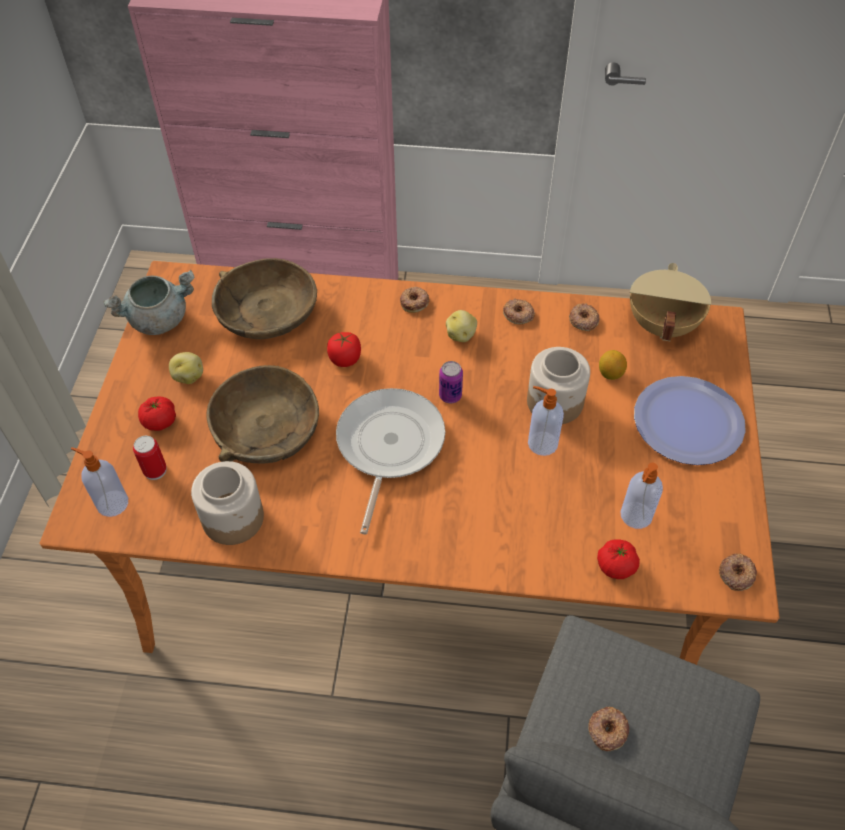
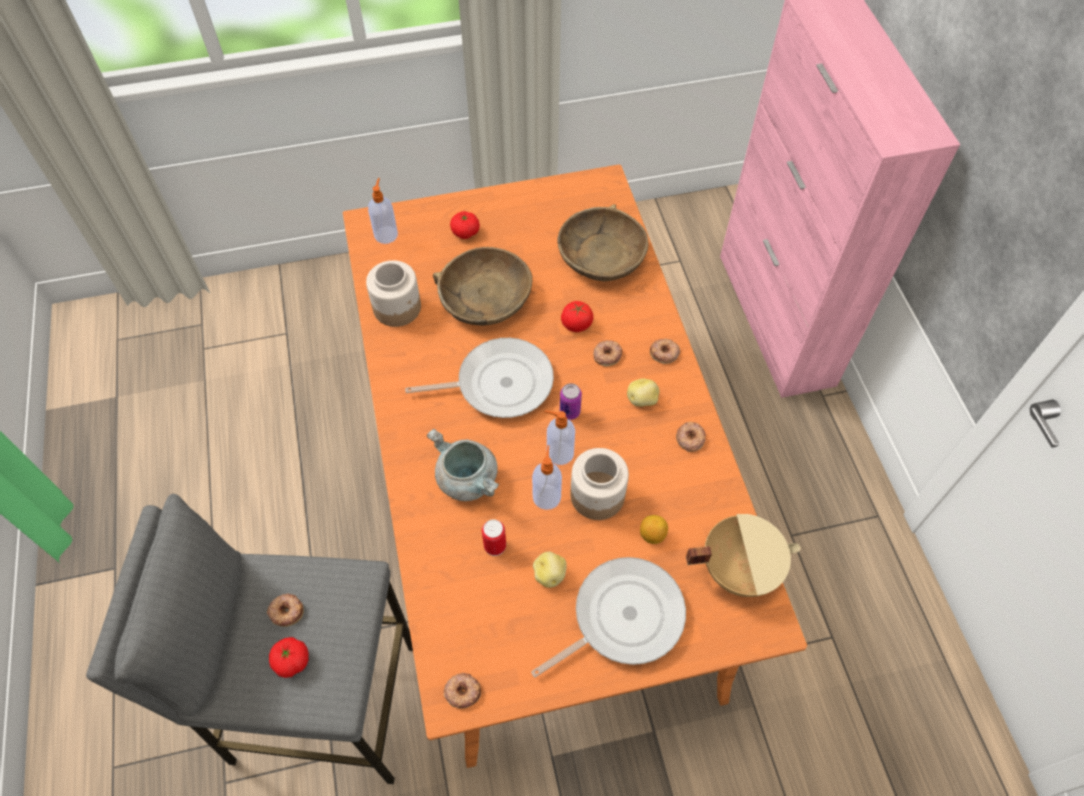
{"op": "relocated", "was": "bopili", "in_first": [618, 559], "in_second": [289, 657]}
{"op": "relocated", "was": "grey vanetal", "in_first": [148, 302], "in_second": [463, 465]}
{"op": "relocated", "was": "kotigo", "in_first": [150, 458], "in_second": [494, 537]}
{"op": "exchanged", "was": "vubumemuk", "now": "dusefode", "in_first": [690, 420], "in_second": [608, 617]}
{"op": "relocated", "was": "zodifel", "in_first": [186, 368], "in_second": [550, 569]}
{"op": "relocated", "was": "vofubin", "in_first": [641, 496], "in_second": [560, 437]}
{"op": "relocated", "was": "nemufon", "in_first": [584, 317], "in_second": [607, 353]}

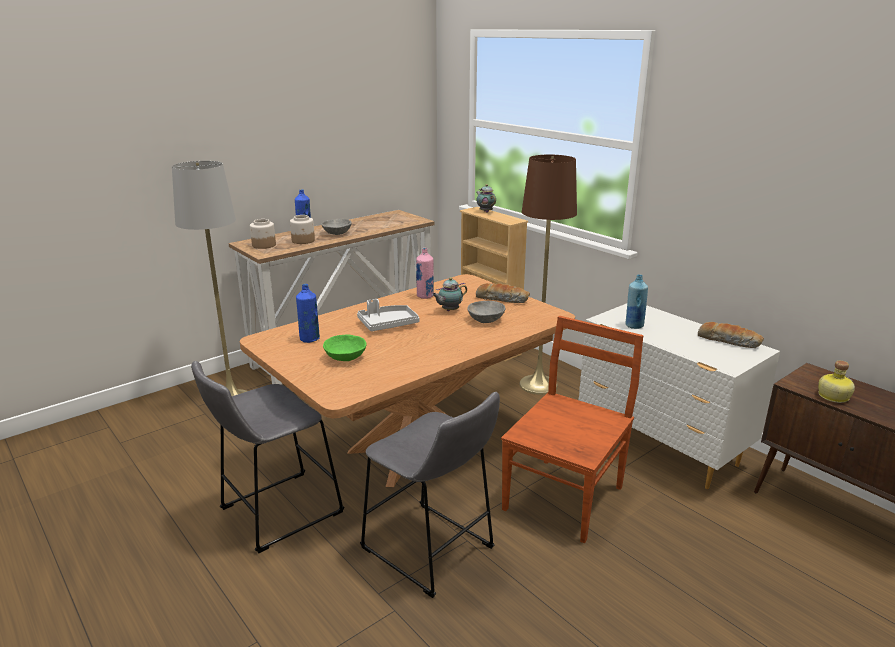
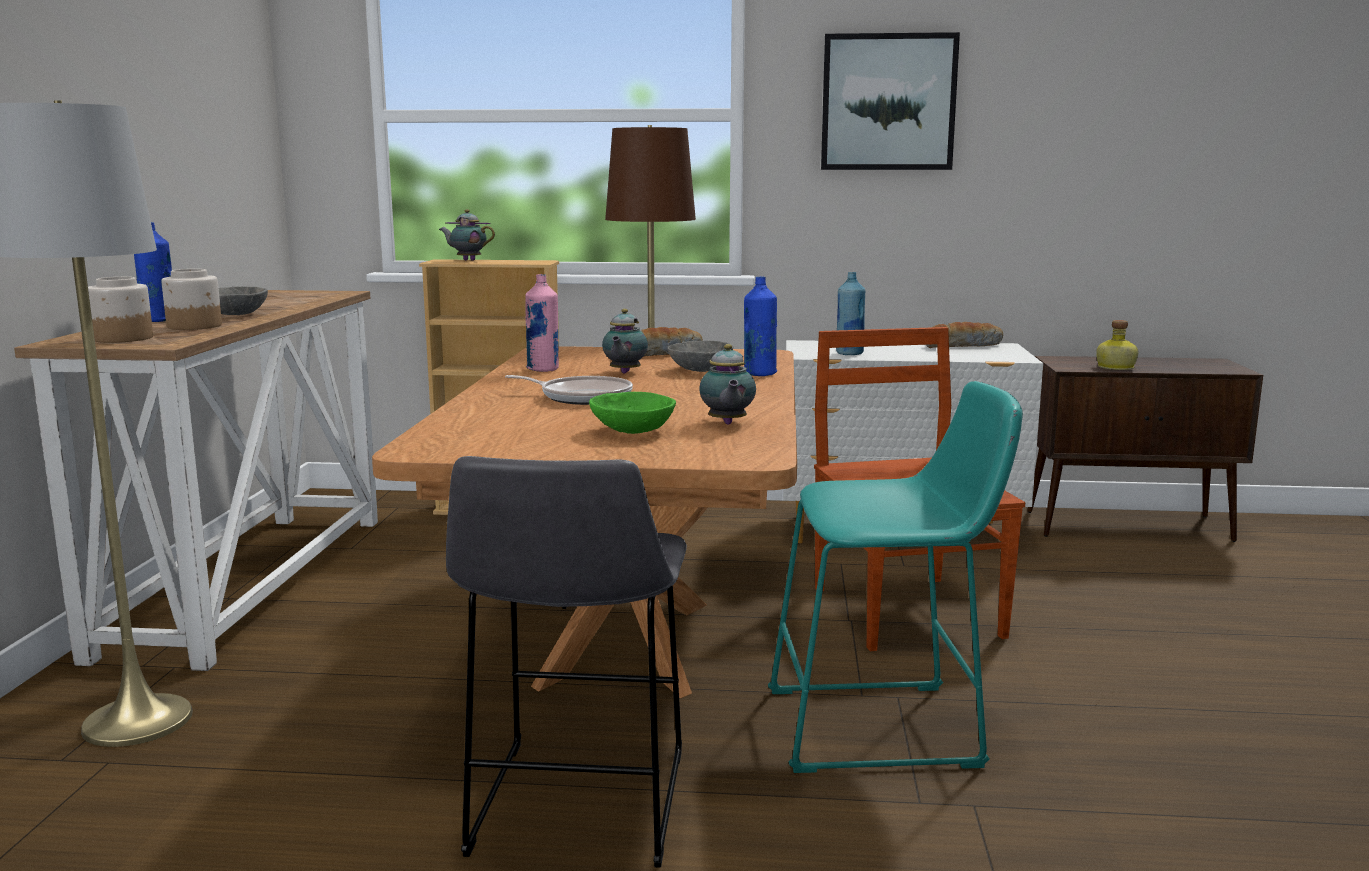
{"op": "exchanged", "was": "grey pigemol", "now": "dusefode", "in_first": [388, 315], "in_second": [569, 390]}
{"op": "appeared", "now": "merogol", "in_second": [727, 384]}
{"op": "relocated", "was": "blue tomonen", "in_first": [308, 313], "in_second": [760, 326]}
{"op": "colour", "was": "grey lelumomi", "now": "turquoise lelumomi", "in_first": [430, 495], "in_second": [895, 577]}
{"op": "appeared", "now": "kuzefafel", "in_second": [890, 101]}

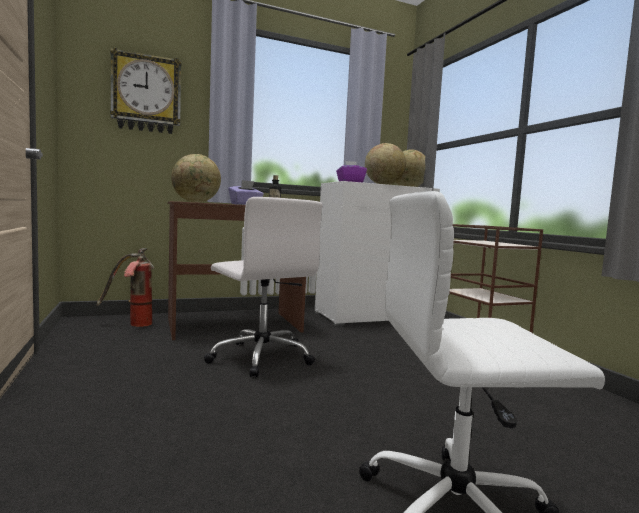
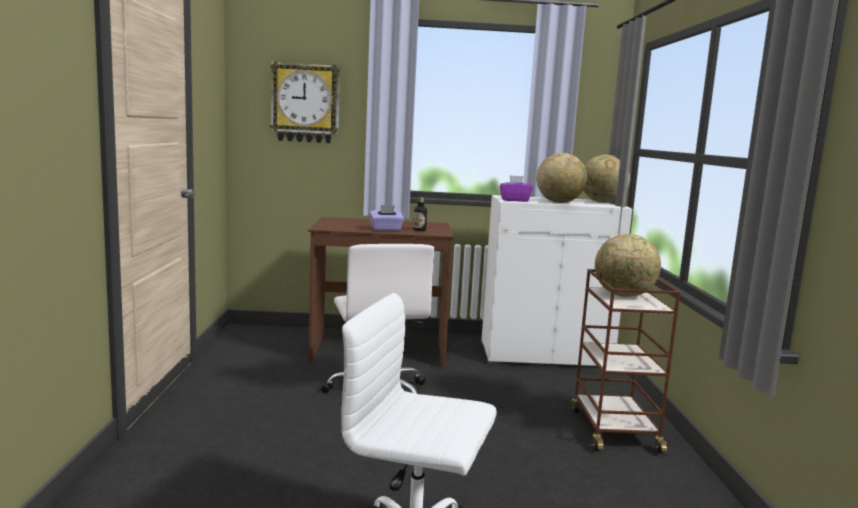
{"op": "relocated", "was": "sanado", "in_first": [196, 178], "in_second": [628, 265]}
{"op": "missing", "was": "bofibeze", "in_first": [125, 287]}

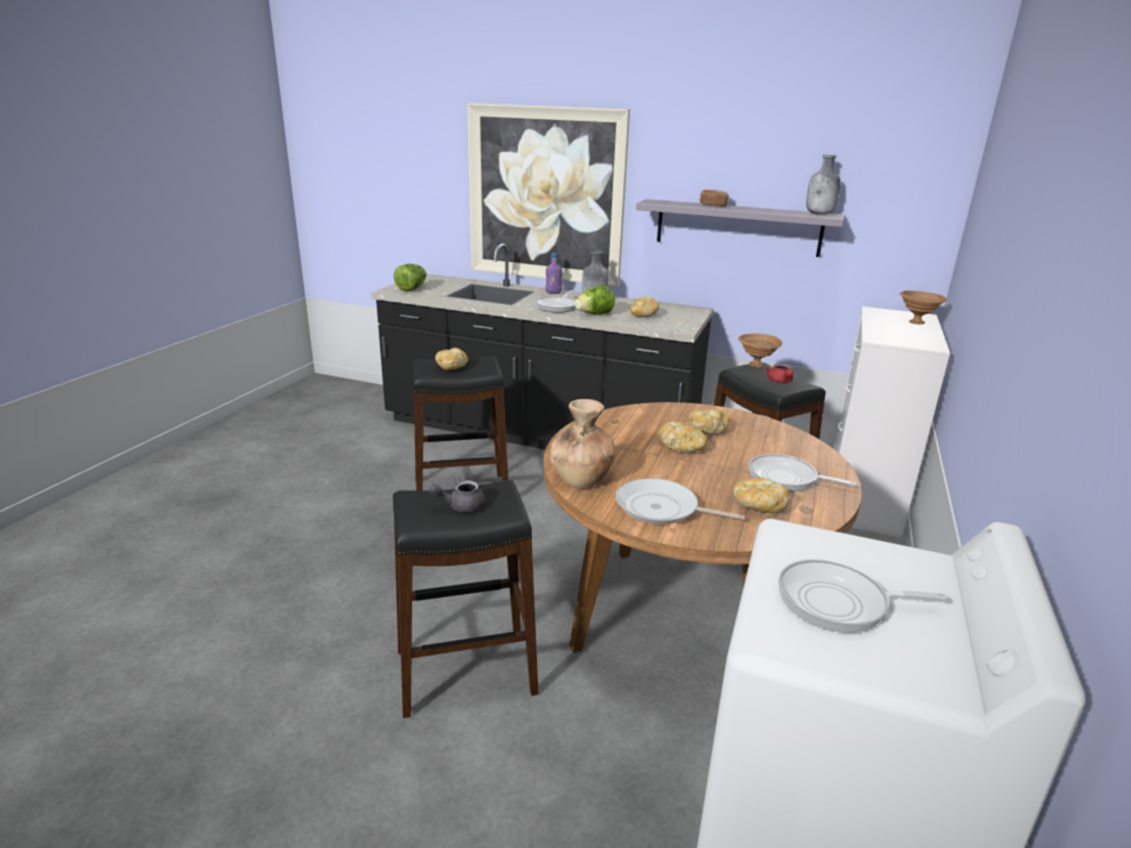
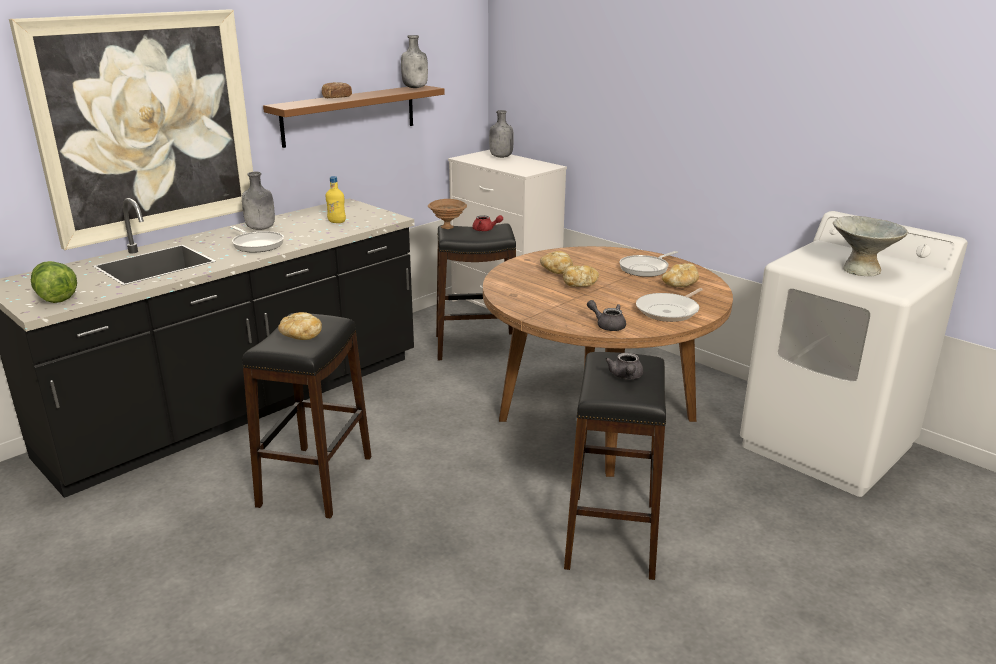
{"op": "colour", "was": "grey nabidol", "now": "brown nabidol", "in_first": [740, 228], "in_second": [354, 116]}
{"op": "exchanged", "was": "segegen", "now": "yellow tomonen", "in_first": [644, 306], "in_second": [336, 199]}
{"op": "exchanged", "was": "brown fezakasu", "now": "grey tomonen", "in_first": [923, 307], "in_second": [501, 134]}
{"op": "exchanged", "was": "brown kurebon", "now": "grey merogol", "in_first": [582, 443], "in_second": [606, 315]}
{"op": "exchanged", "was": "dusefode", "now": "grey fezakasu", "in_first": [863, 596], "in_second": [870, 246]}
{"op": "missing", "was": "purple tomonen", "in_first": [553, 273]}
{"op": "missing", "was": "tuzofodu", "in_first": [595, 300]}

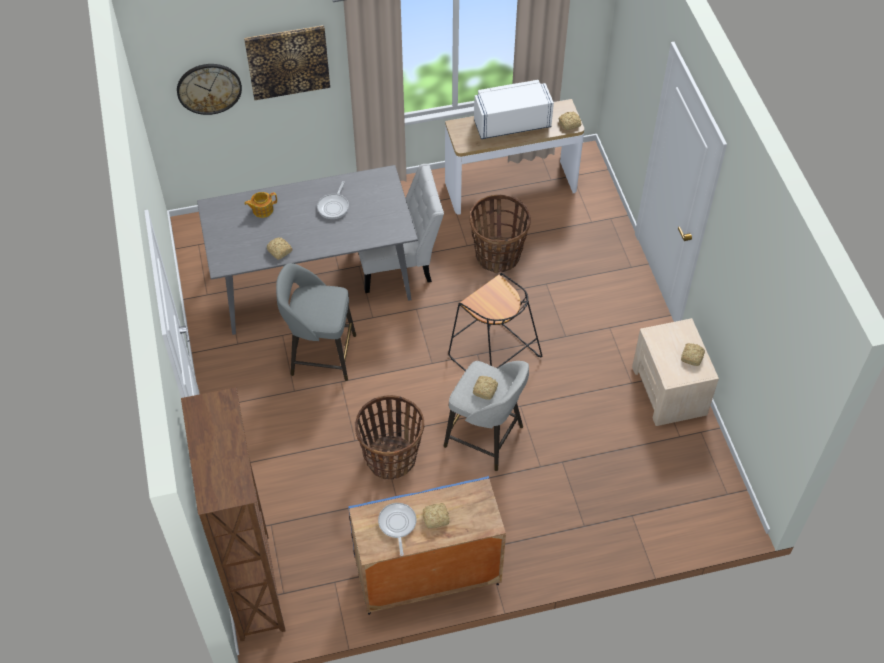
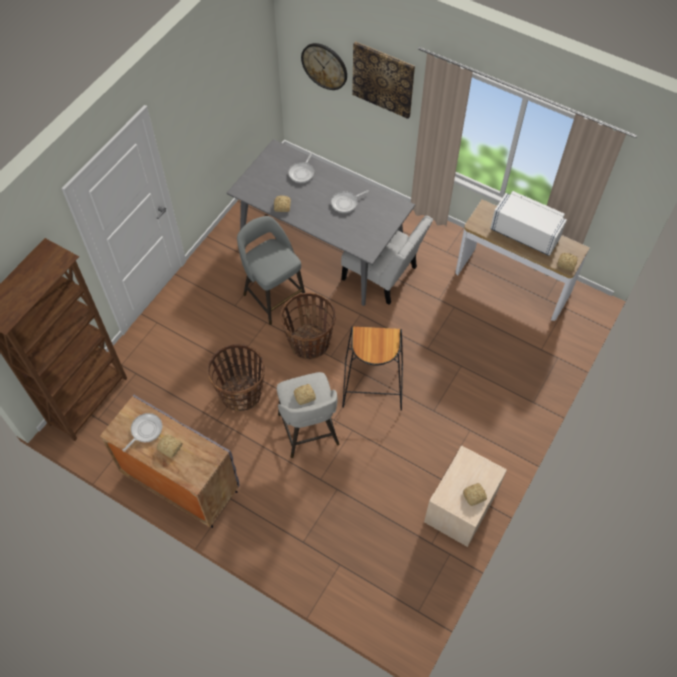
{"op": "colour", "was": "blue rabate", "now": "grey rabate", "in_first": [427, 545], "in_second": [169, 461]}
{"op": "relocated", "was": "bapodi", "in_first": [499, 234], "in_second": [308, 326]}
{"op": "exchanged", "was": "merogol", "now": "dusefode", "in_first": [260, 205], "in_second": [301, 167]}

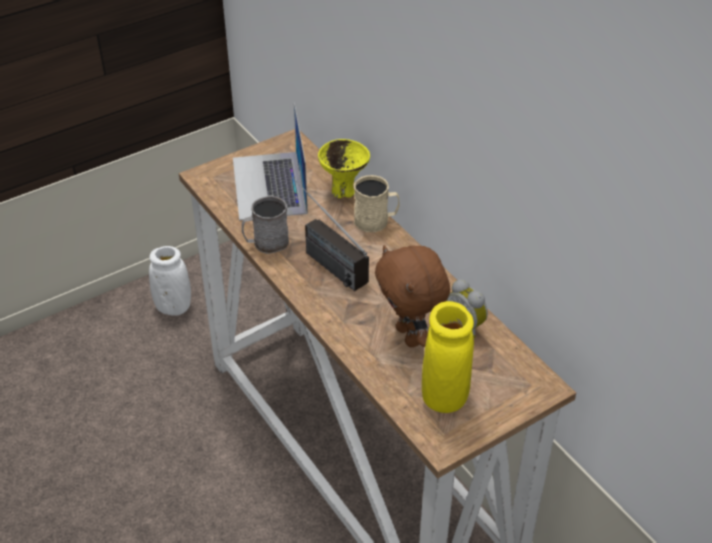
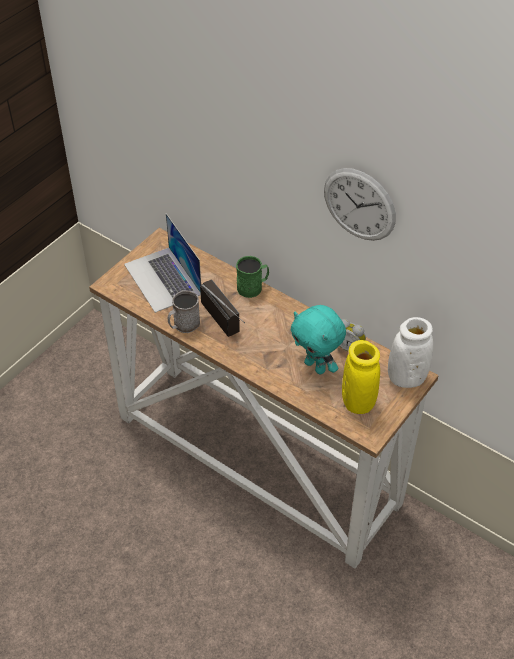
{"op": "spun", "was": "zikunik", "in_first": [329, 233], "in_second": [222, 308], "clockwise": -150}
{"op": "colour", "was": "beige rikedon", "now": "green rikedon", "in_first": [377, 203], "in_second": [252, 277]}
{"op": "colour", "was": "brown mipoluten", "now": "turquoise mipoluten", "in_first": [412, 296], "in_second": [318, 339]}
{"op": "appeared", "now": "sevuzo", "in_second": [360, 204]}
{"op": "relocated", "was": "white kurebon", "in_first": [170, 281], "in_second": [410, 352]}
{"op": "missing", "was": "yellow fezakasu", "in_first": [344, 168]}

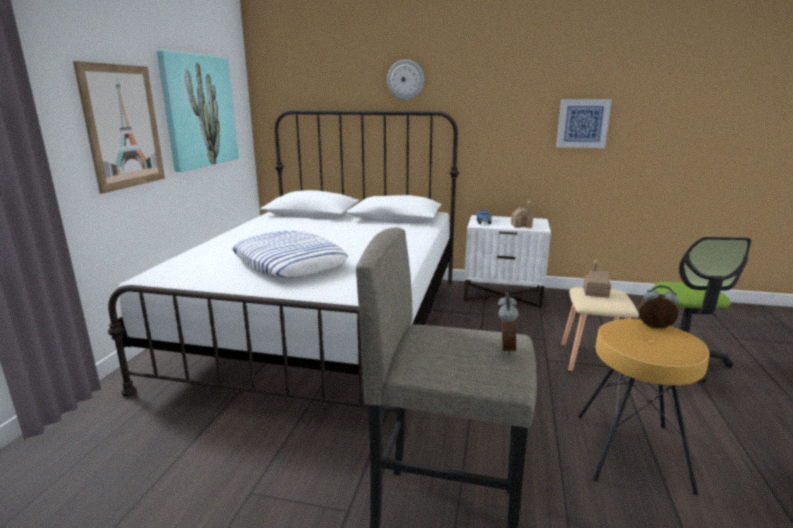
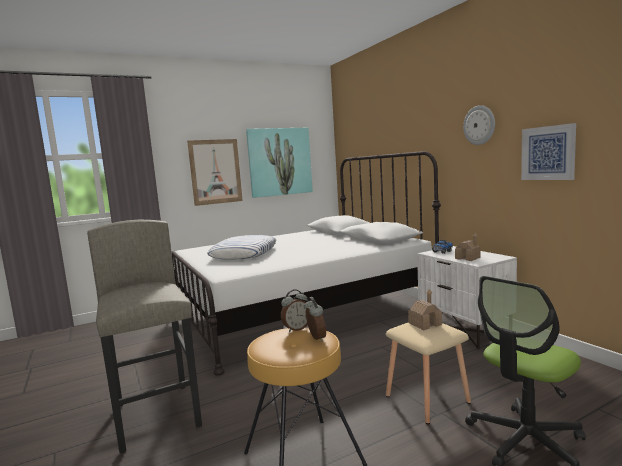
{"op": "relocated", "was": "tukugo", "in_first": [508, 324], "in_second": [294, 310]}
{"op": "relocated", "was": "sevuzo", "in_first": [405, 79], "in_second": [479, 125]}

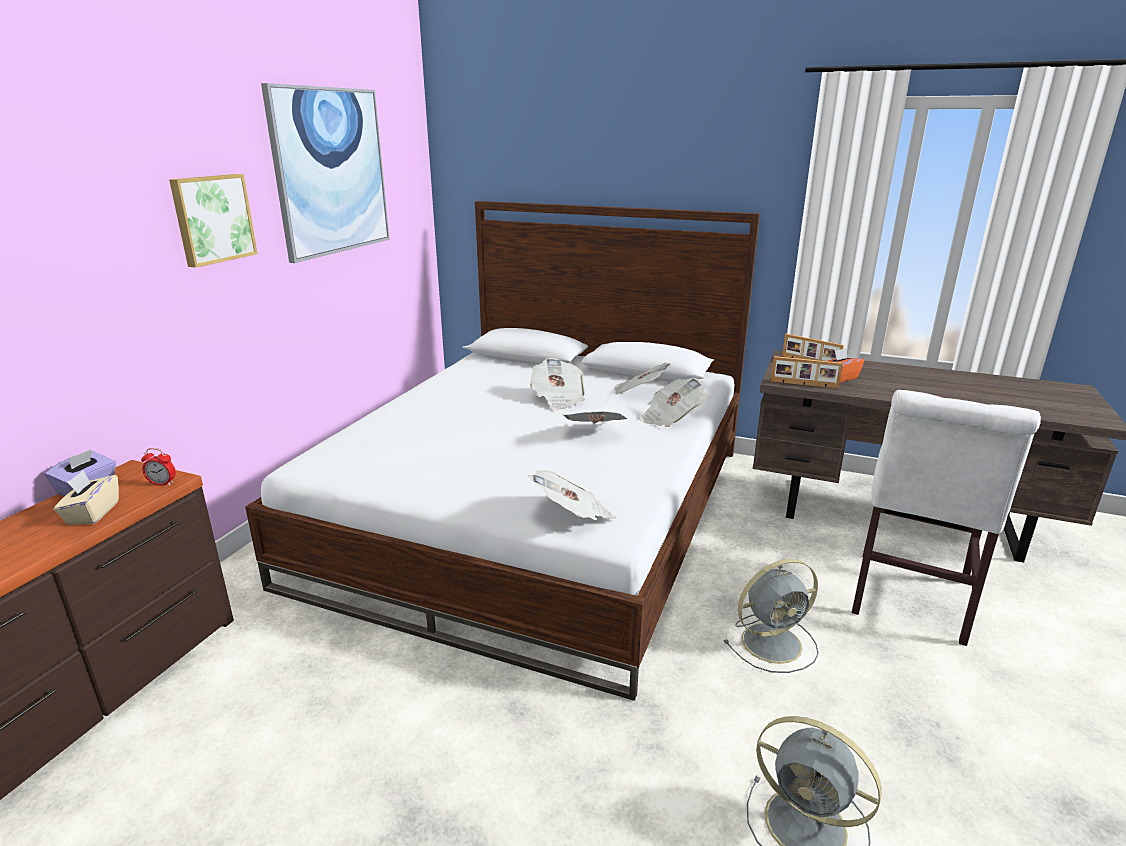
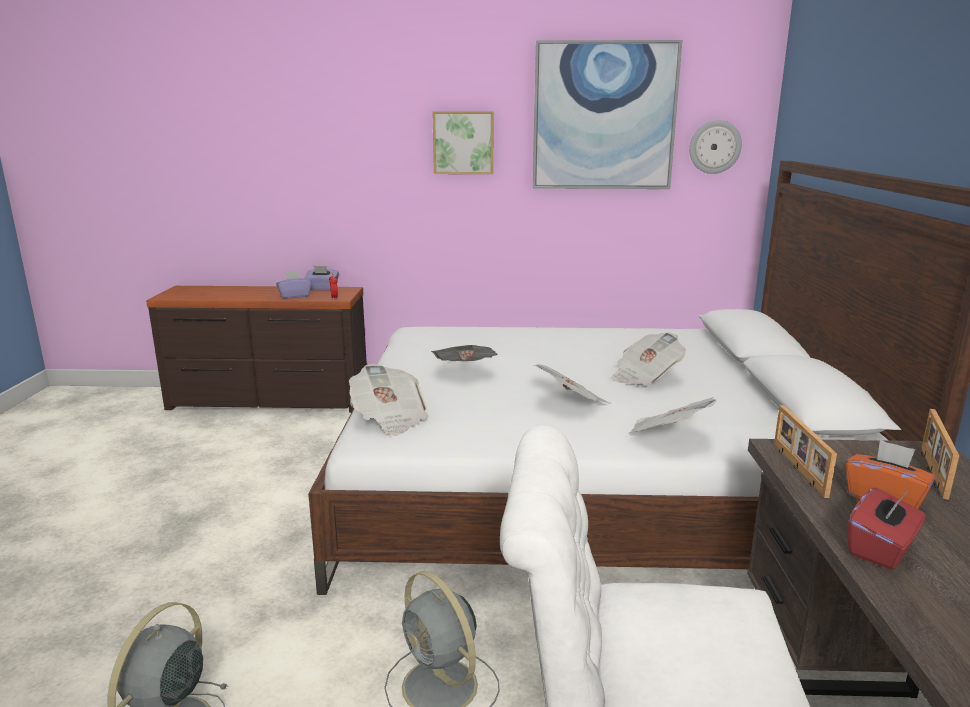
{"op": "colour", "was": "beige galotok", "now": "purple galotok", "in_first": [86, 498], "in_second": [294, 284]}
{"op": "relocated", "was": "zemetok", "in_first": [642, 379], "in_second": [464, 353]}
{"op": "appeared", "now": "sevuzo", "in_second": [715, 147]}
{"op": "appeared", "now": "red galotok", "in_second": [886, 529]}

